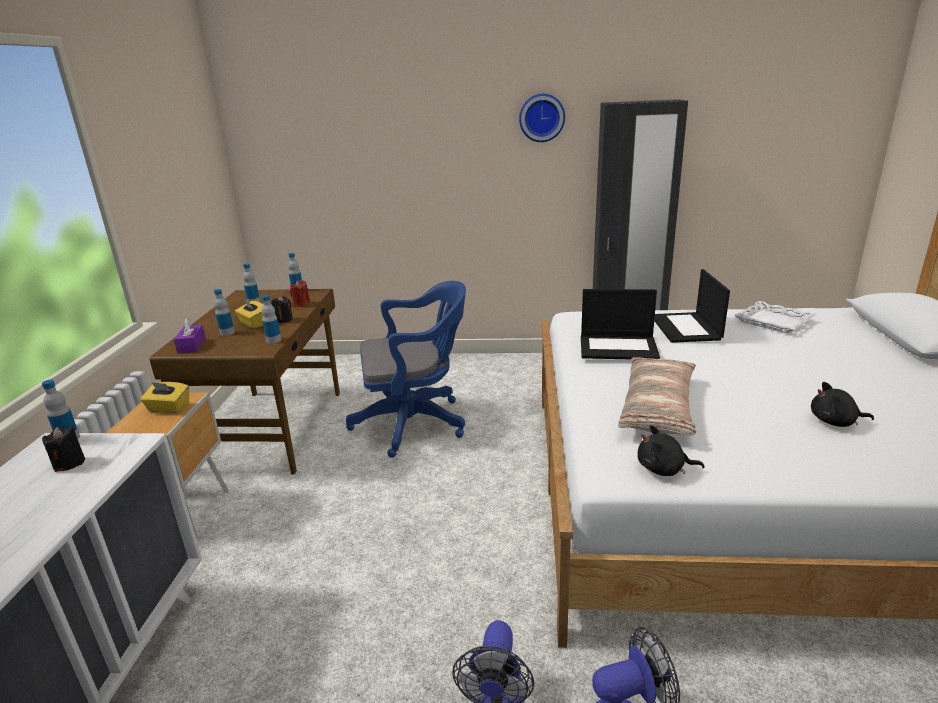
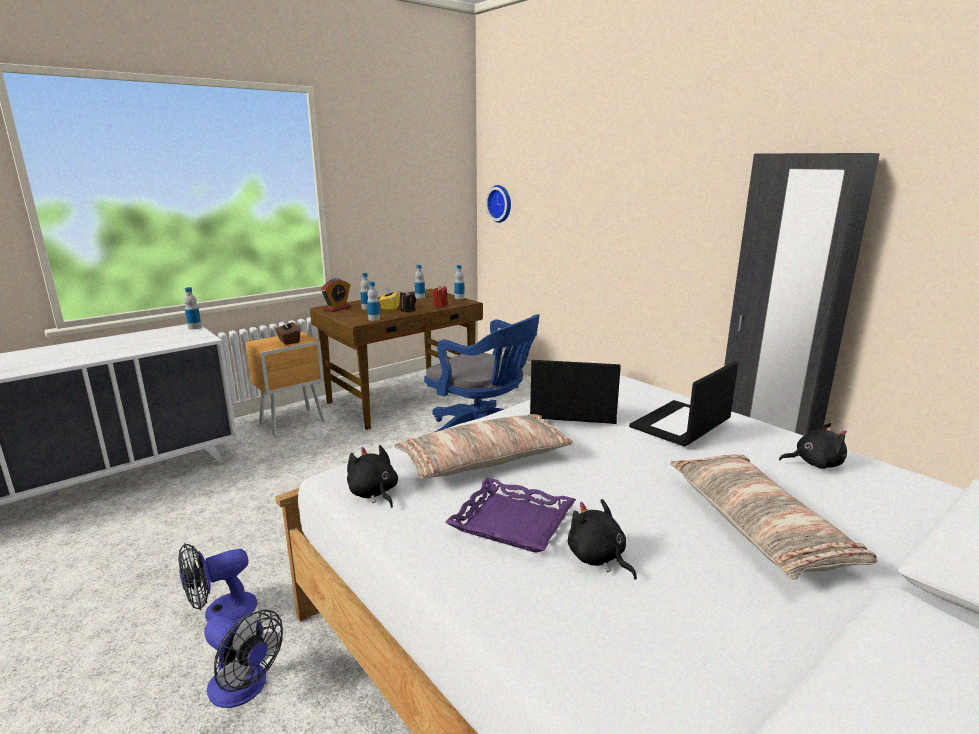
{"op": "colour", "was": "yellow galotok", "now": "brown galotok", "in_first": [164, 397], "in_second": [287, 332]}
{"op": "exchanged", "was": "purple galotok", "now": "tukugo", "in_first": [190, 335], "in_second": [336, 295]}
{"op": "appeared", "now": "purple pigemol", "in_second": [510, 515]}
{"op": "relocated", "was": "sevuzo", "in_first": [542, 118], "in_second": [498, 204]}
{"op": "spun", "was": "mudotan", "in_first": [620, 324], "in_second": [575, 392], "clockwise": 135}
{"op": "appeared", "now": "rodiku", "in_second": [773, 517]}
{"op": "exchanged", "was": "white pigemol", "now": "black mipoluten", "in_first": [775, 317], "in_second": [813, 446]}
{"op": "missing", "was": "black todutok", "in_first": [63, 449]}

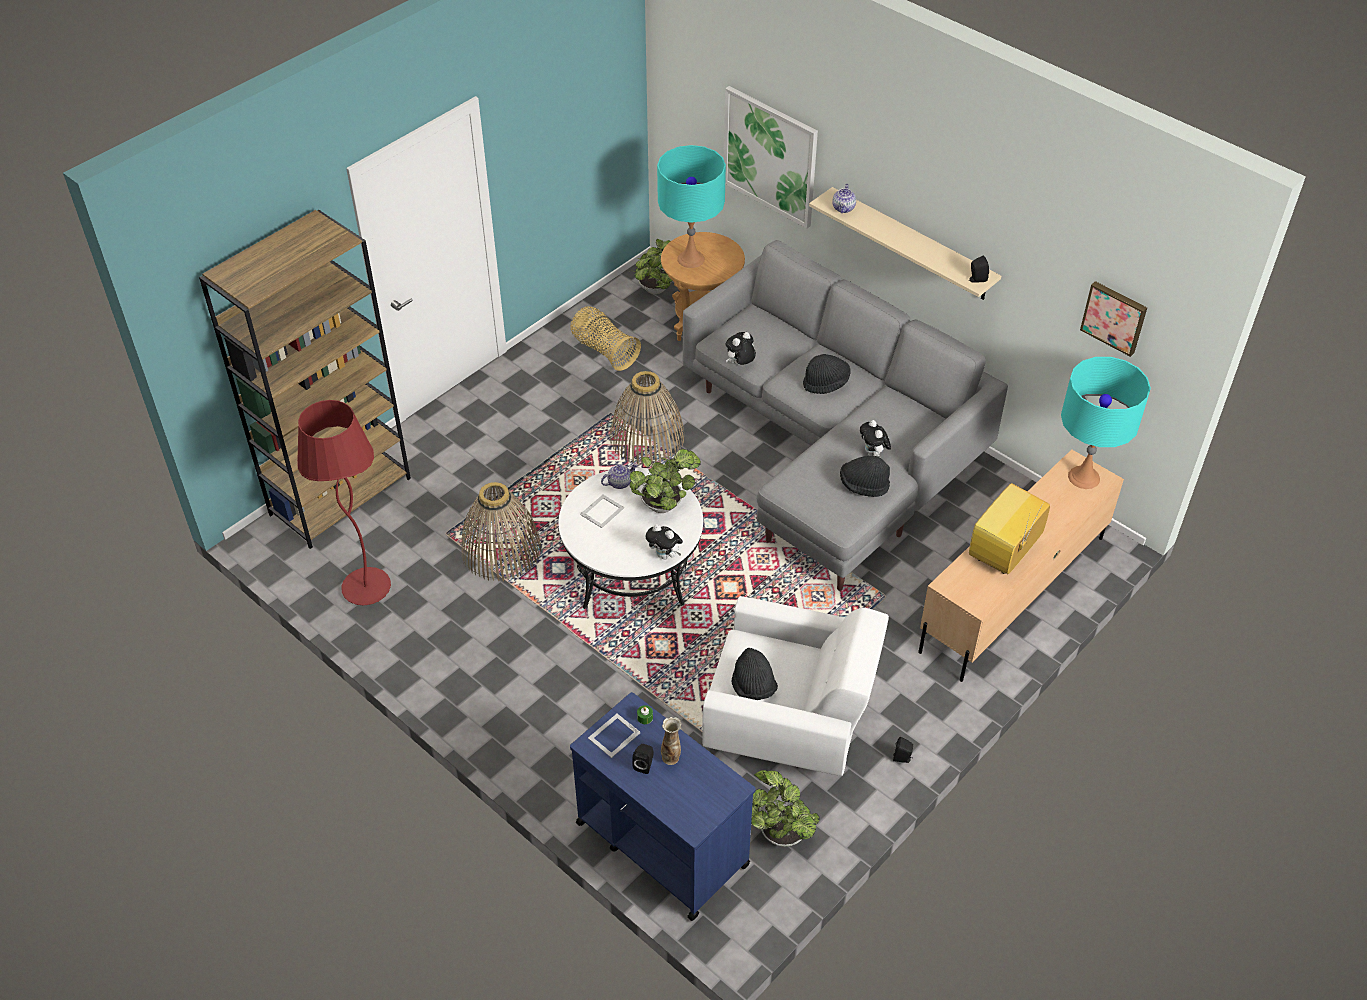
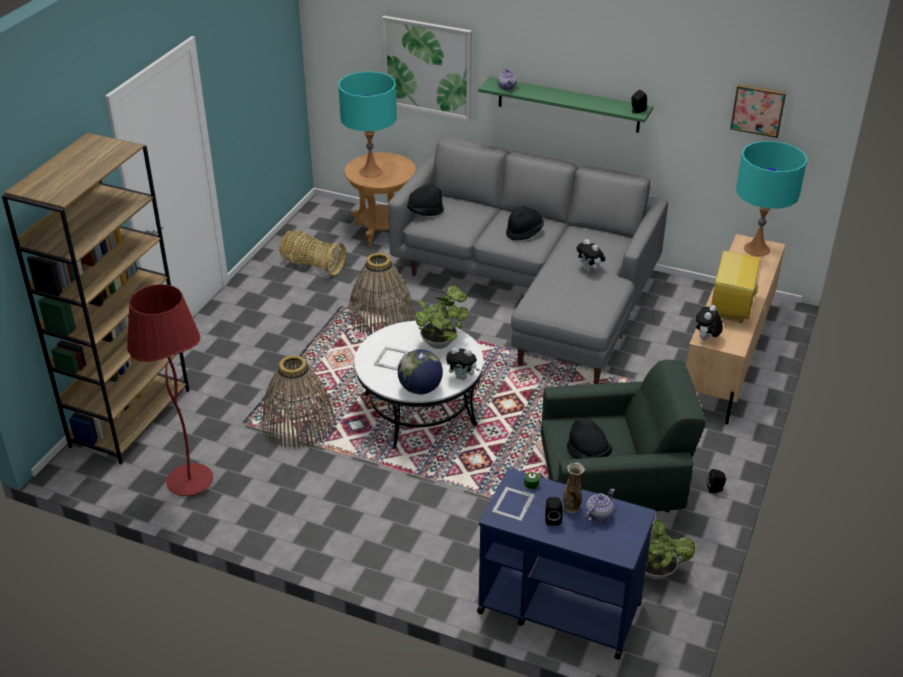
{"op": "appeared", "now": "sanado", "in_second": [420, 372]}
{"op": "relocated", "was": "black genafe", "in_first": [865, 476], "in_second": [425, 199]}
{"op": "colour", "was": "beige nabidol", "now": "green nabidol", "in_first": [905, 243], "in_second": [565, 105]}
{"op": "colour", "was": "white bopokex", "now": "green bopokex", "in_first": [795, 686], "in_second": [623, 436]}
{"op": "relocated", "was": "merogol", "in_first": [619, 476], "in_second": [600, 505]}
{"op": "relocated", "was": "mipoluten", "in_first": [741, 348], "in_second": [709, 322]}
{"op": "missing", "was": "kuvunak", "in_first": [653, 266]}

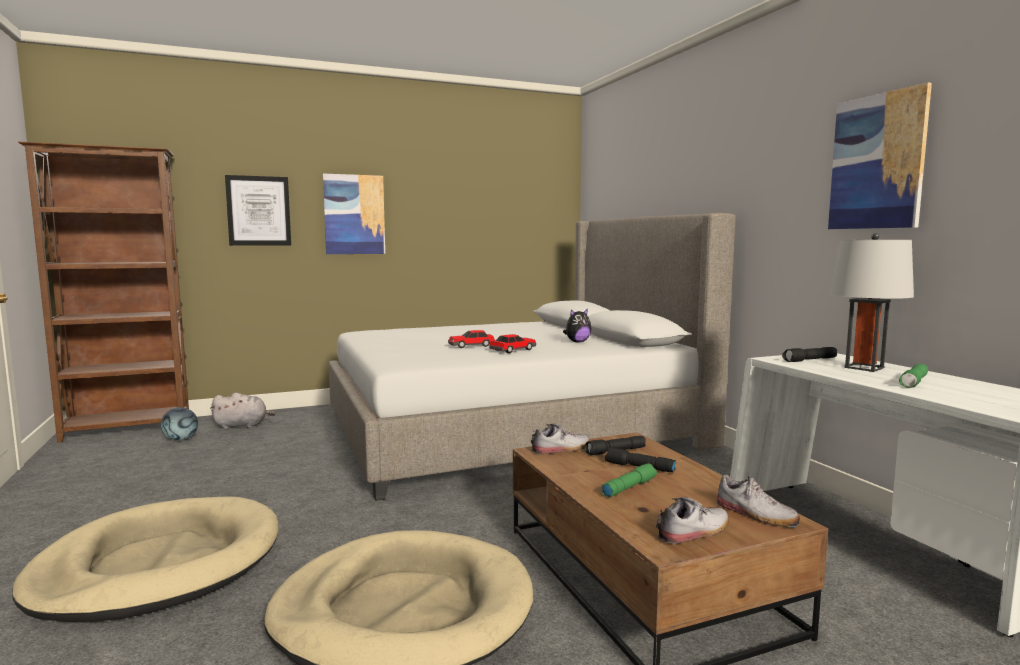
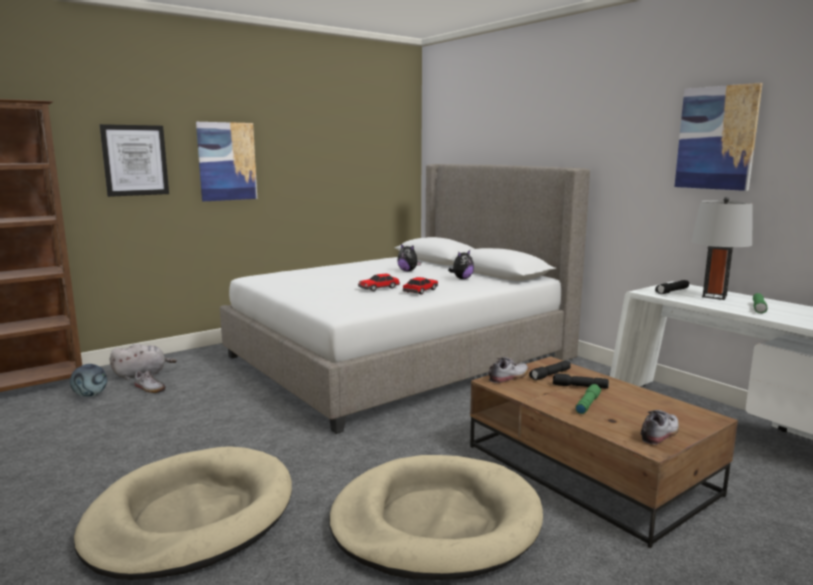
{"op": "relocated", "was": "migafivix", "in_first": [758, 501], "in_second": [150, 382]}
{"op": "appeared", "now": "mipoluten", "in_second": [409, 257]}

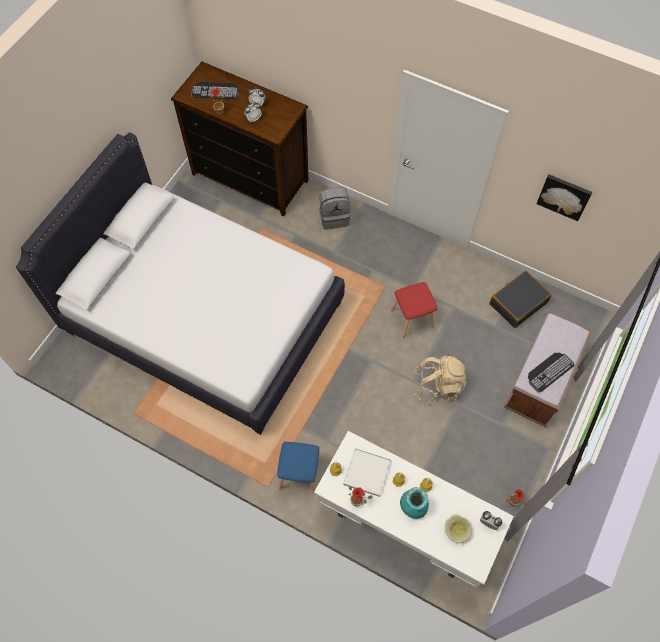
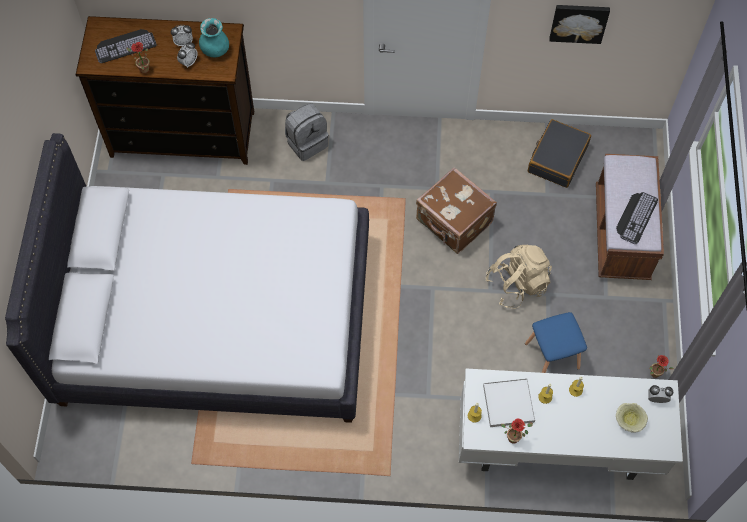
{"op": "relocated", "was": "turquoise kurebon", "in_first": [414, 503], "in_second": [214, 37]}
{"op": "exchanged", "was": "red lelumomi", "now": "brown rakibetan", "in_first": [414, 309], "in_second": [456, 210]}
{"op": "relocated", "was": "blue lelumomi", "in_first": [298, 468], "in_second": [556, 342]}

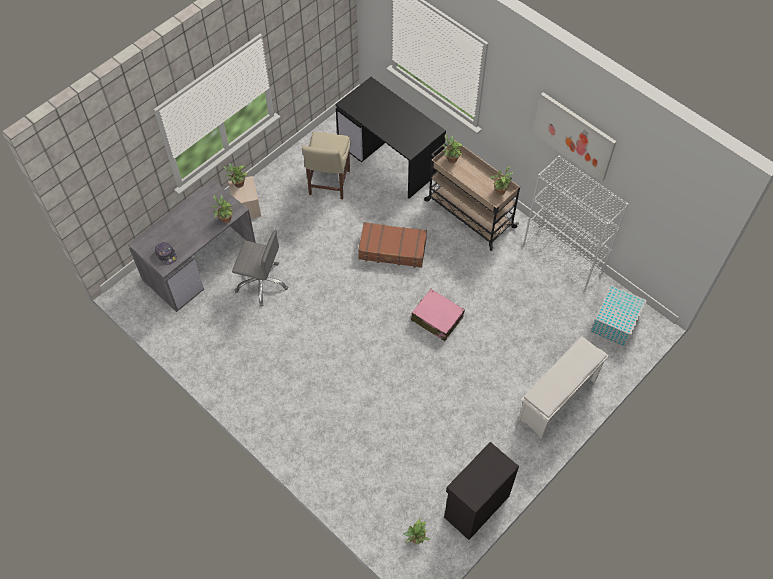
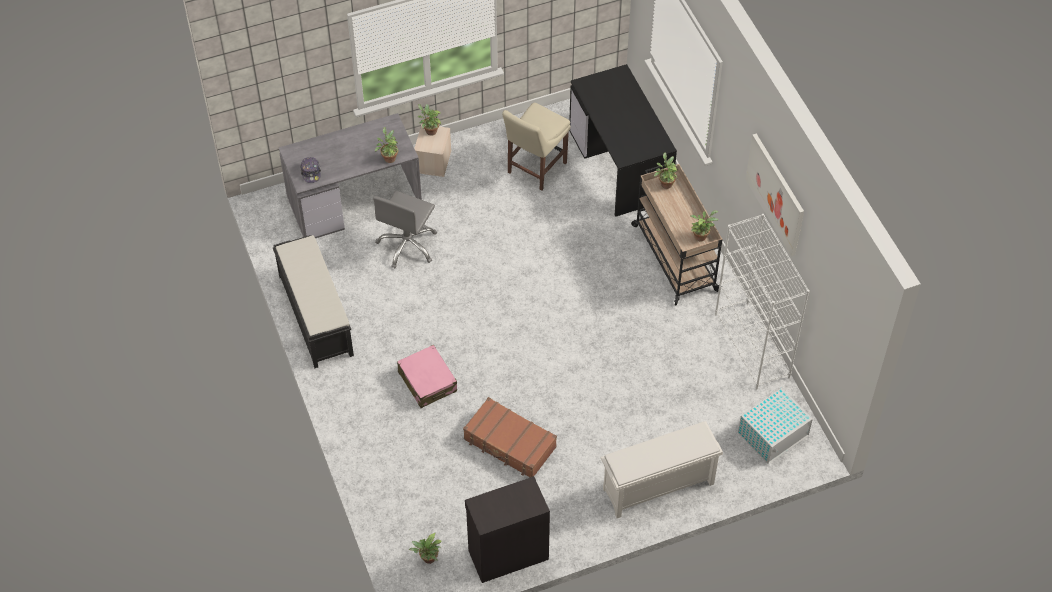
{"op": "appeared", "now": "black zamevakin", "in_second": [313, 301]}
{"op": "spun", "was": "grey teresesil", "in_first": [260, 268], "in_second": [405, 229], "clockwise": 75}
{"op": "relocated", "was": "pink rakibetan", "in_first": [438, 315], "in_second": [427, 376]}
{"op": "relocated", "was": "brown rakibetan", "in_first": [392, 245], "in_second": [510, 437]}

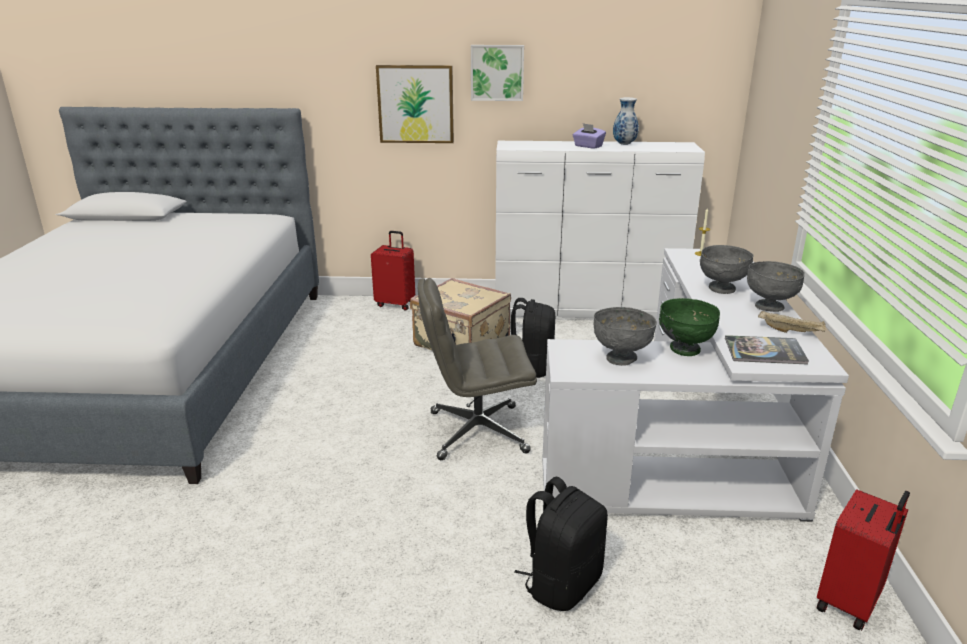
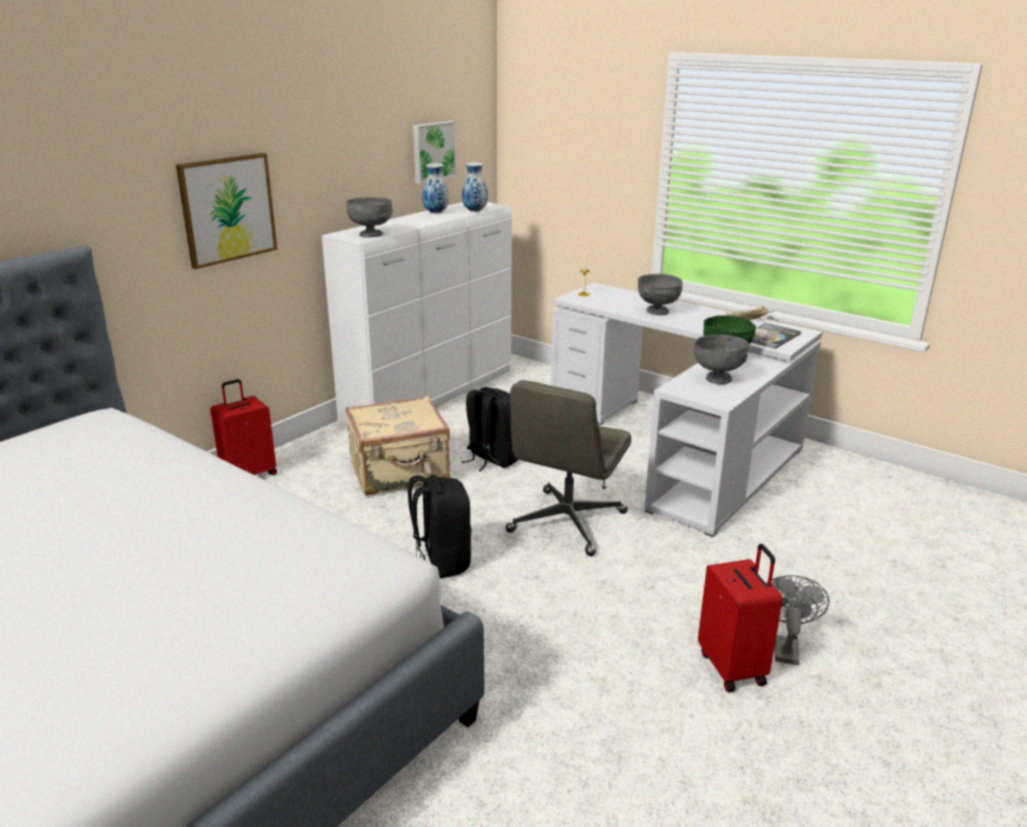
{"op": "relocated", "was": "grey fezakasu", "in_first": [776, 286], "in_second": [369, 217]}
{"op": "relocated", "was": "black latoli", "in_first": [561, 543], "in_second": [440, 526]}
{"op": "relocated", "was": "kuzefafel", "in_first": [497, 73], "in_second": [435, 152]}
{"op": "appeared", "now": "kurebon", "in_second": [475, 187]}
{"op": "relocated", "was": "red rakibetan", "in_first": [863, 560], "in_second": [740, 618]}
{"op": "appeared", "now": "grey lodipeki", "in_second": [797, 620]}
{"op": "missing", "was": "purple galotok", "in_first": [589, 136]}

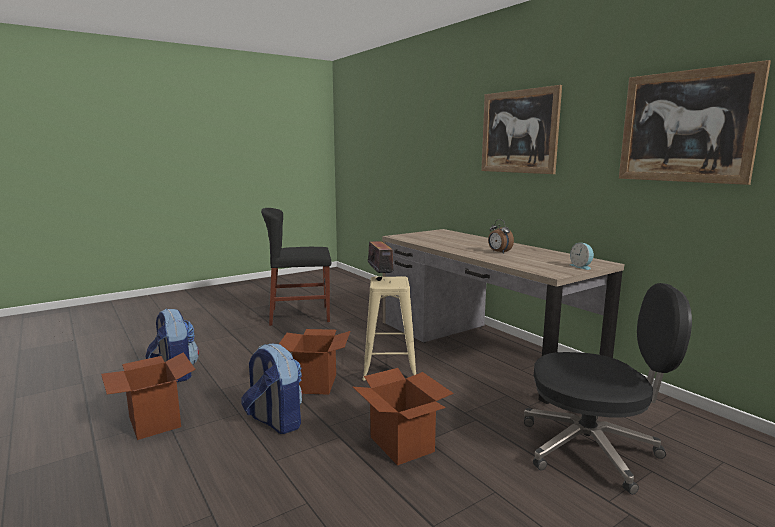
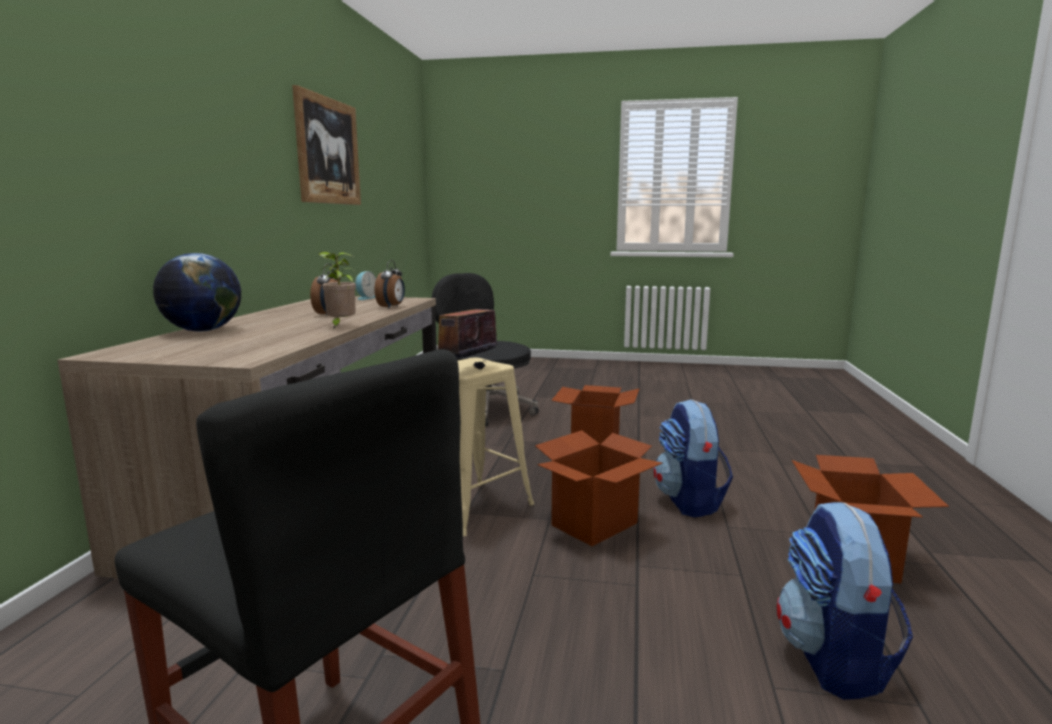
{"op": "appeared", "now": "sanado", "in_second": [197, 292]}
{"op": "appeared", "now": "kuvunak", "in_second": [337, 290]}
{"op": "appeared", "now": "tukugo", "in_second": [389, 284]}
{"op": "missing", "was": "kuzefafel", "in_first": [521, 129]}

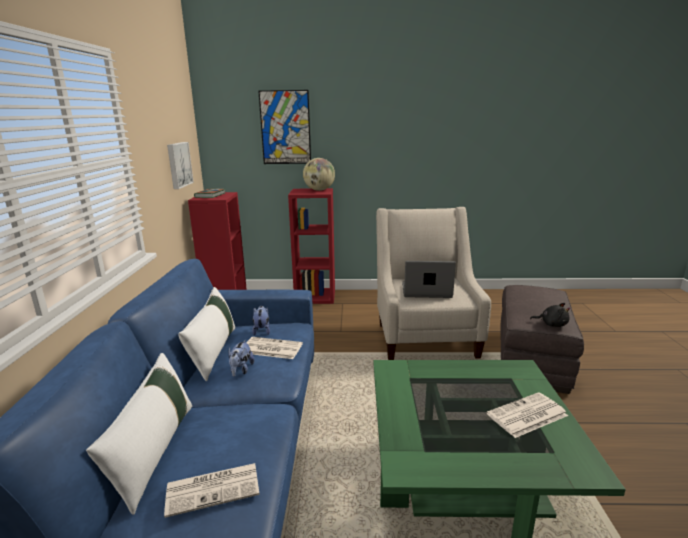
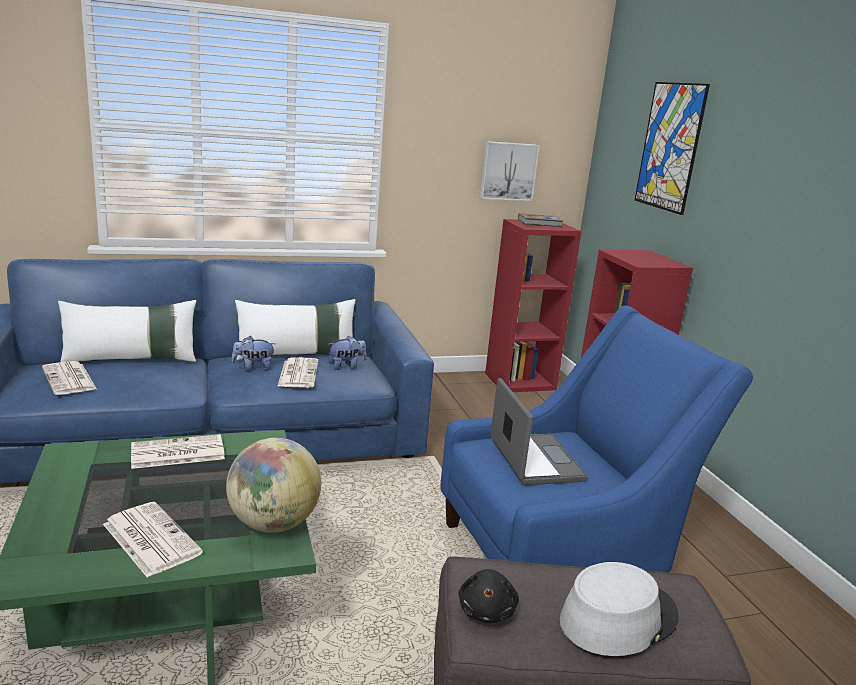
{"op": "appeared", "now": "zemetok", "in_second": [178, 451]}
{"op": "relocated", "was": "sanado", "in_first": [319, 174], "in_second": [273, 485]}
{"op": "colour", "was": "beige bopokex", "now": "blue bopokex", "in_first": [433, 283], "in_second": [597, 439]}
{"op": "appeared", "now": "grey genafe", "in_second": [619, 609]}

